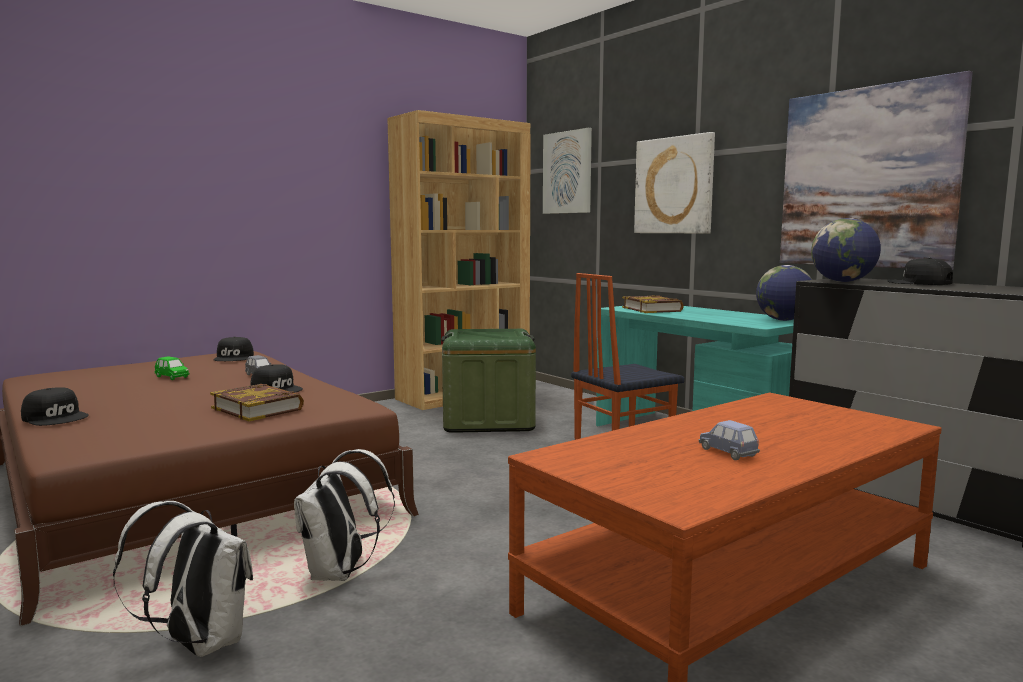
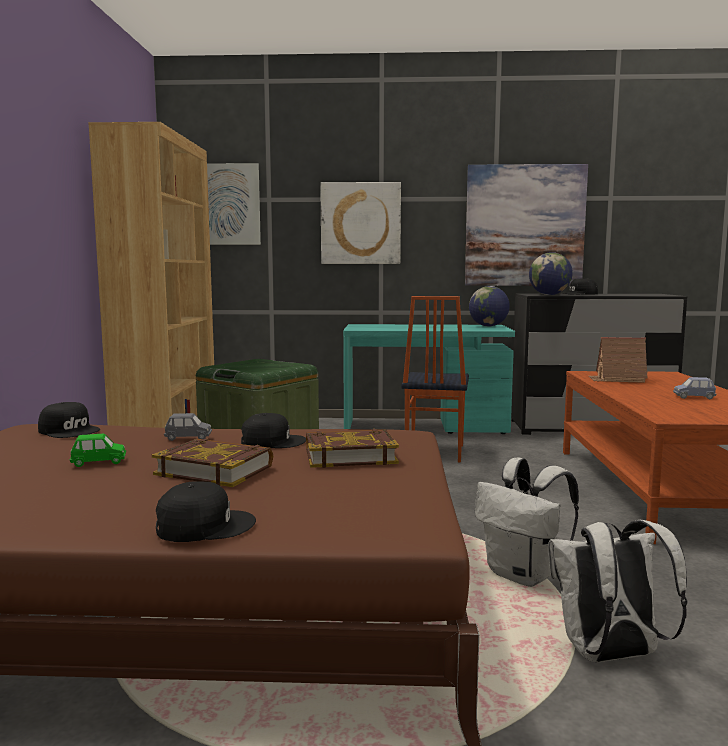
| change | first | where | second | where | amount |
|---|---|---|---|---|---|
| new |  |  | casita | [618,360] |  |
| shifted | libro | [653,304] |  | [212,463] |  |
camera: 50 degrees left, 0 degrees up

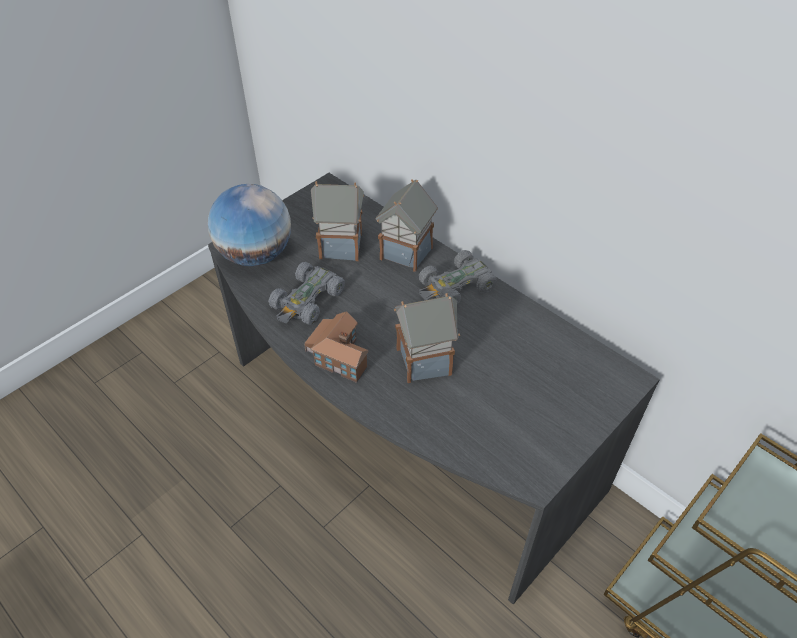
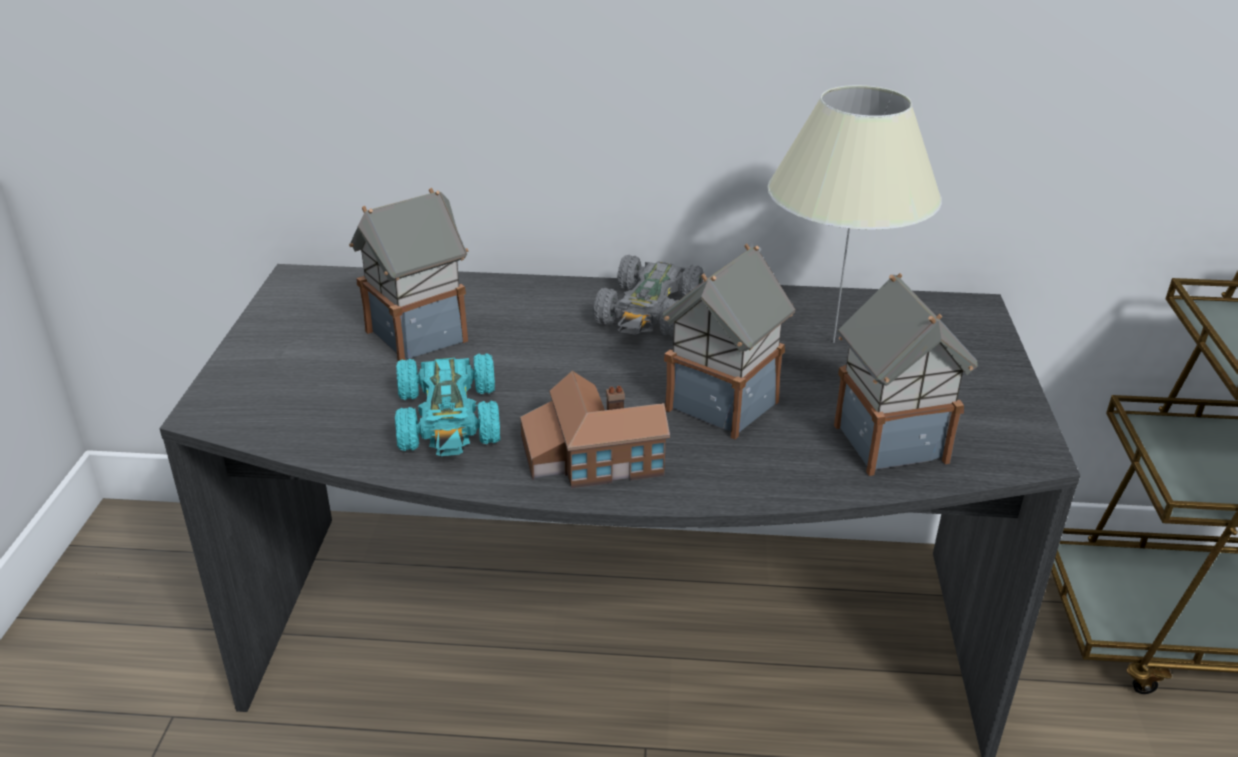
| change | first | where | second | where | amount |
|---|---|---|---|---|---|
| gone | globo terráqueo | [249,225] |  |  |  |
| new |  |  | lámpara de mesa/beis | [855,214] |  |
| shifted | casita | [407,225] |  | [905,374] |  |
| repainted | coche de juguete/gris | [306,293] | coche de juguete/turquesa | [447,404] |  |
camera: 40 degrees left, 15 degrees down

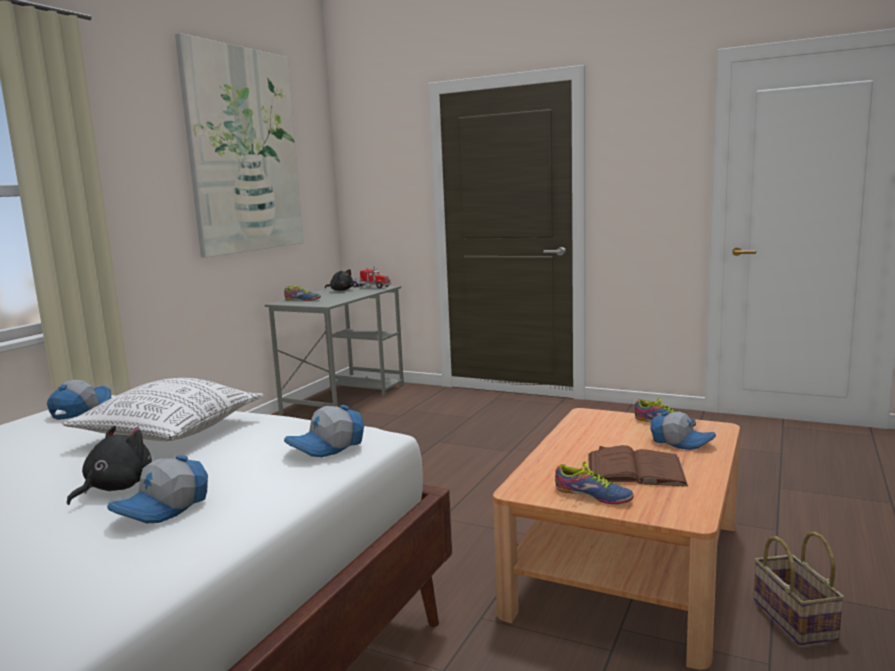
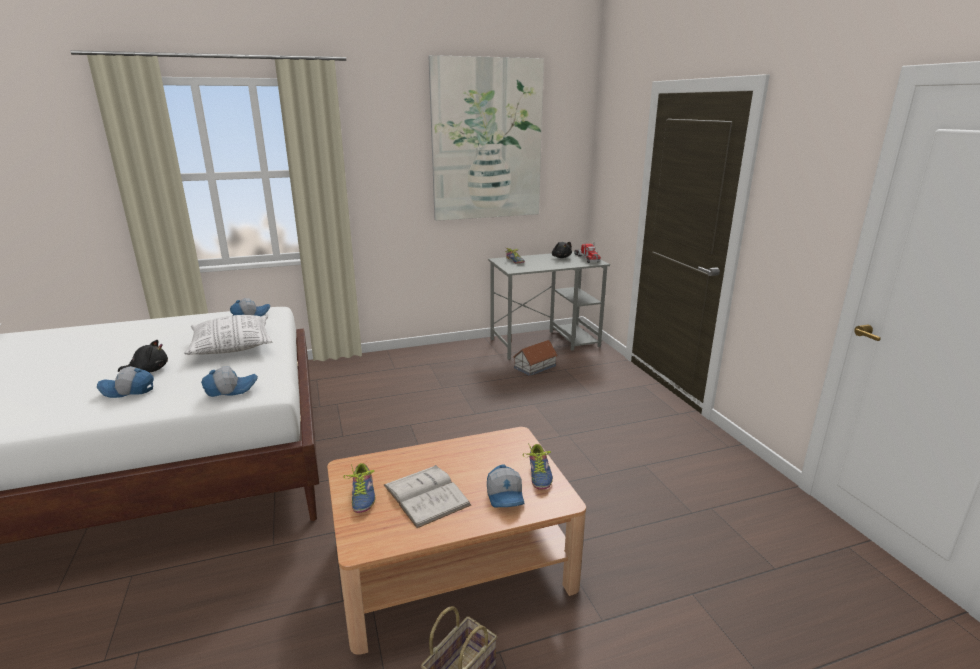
| change | first | where | second | where | amount |
|---|---|---|---|---|---|
| new |  |  | casita | [535,358] |  |
| repainted | libro/marrón | [638,465] | libro/blanco | [427,496] |  |
| rotated | gorra | [324,431] |  | [229,381] | 150 degrees clockwise |
camera: 45 degrees right, 10 degrees up

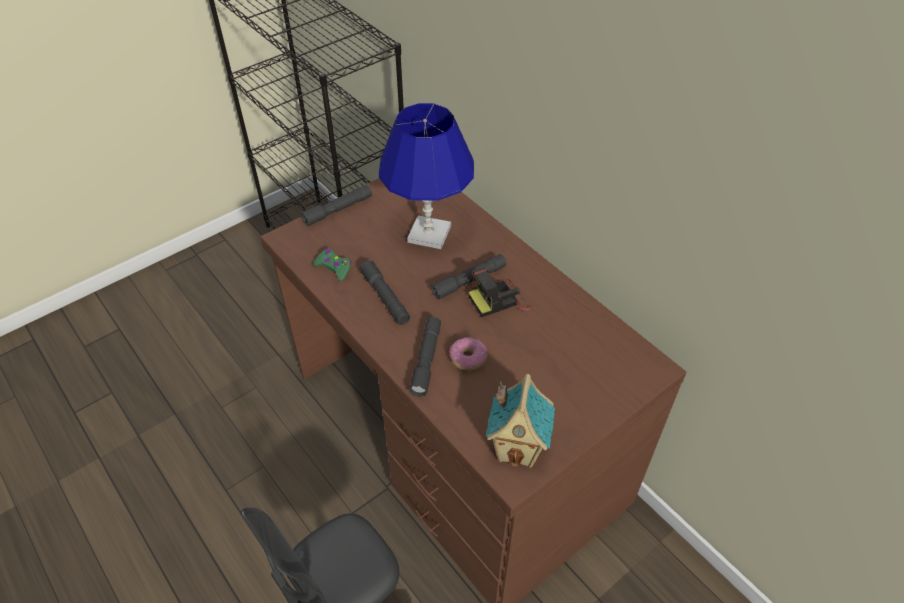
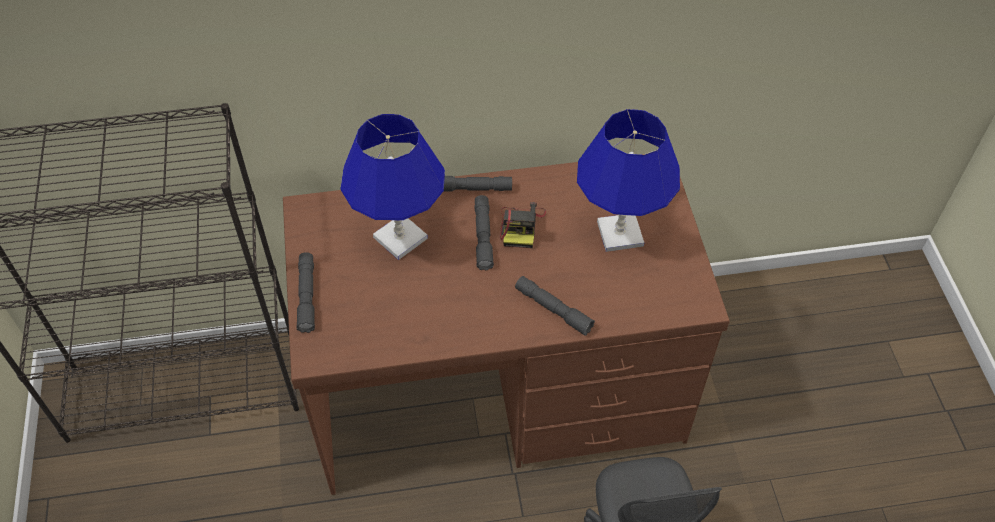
| change | first | where | second | where | amount |
|---|---|---|---|---|---|
| gone | mando de consola/verde | [332,264] |  |  |  |
| gone | rosquilla | [468,354] |  |  |  |
| gone | casita | [520,421] |  |  |  |
| new |  |  | lámpara de mesa/azul | [628,180] |  |
| shifted | linterna/gris | [385,292] |  | [477,184] |  |
camera: 60 degrees left, 5 degrees up

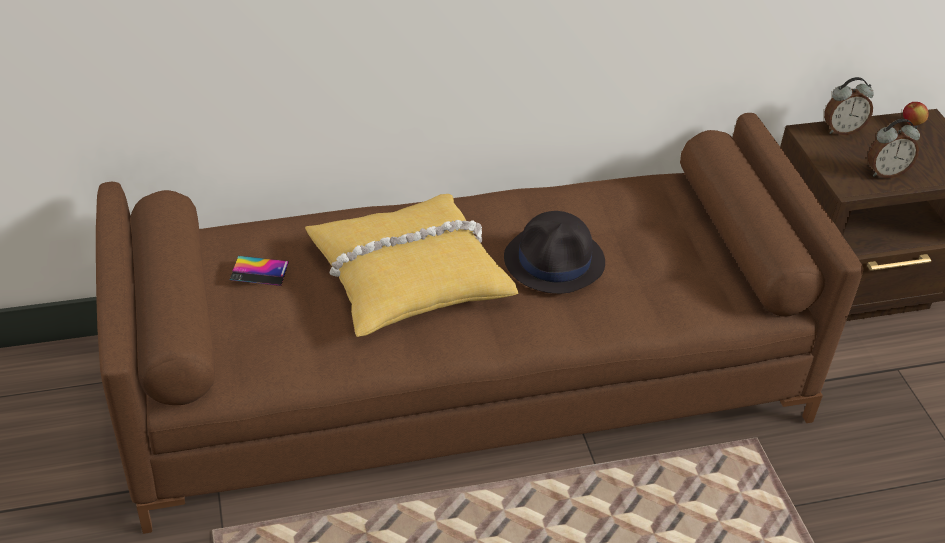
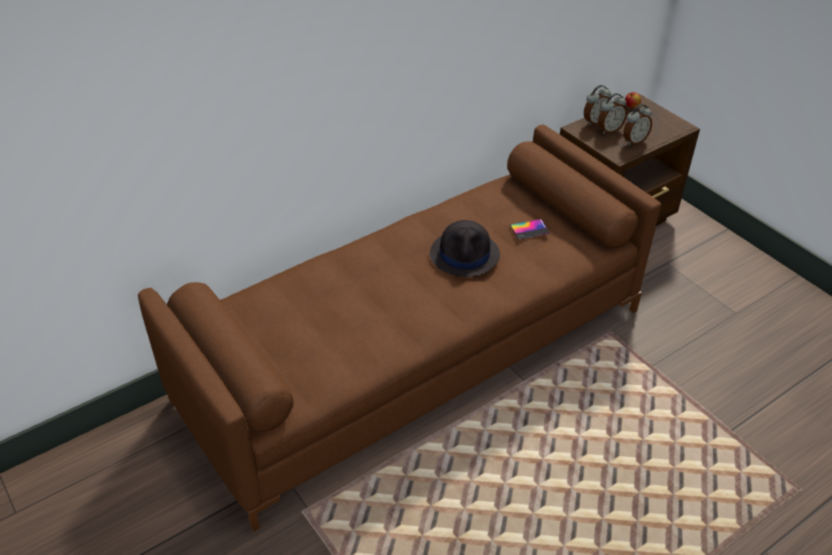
| change | first | where | second | where | amount |
|---|---|---|---|---|---|
| gone | cojín/amarillo | [412,265] |  |  |  |
| new |  |  | despertador | [612,113] |  |
| shifted | móvil | [259,271] |  | [530,229] |  |
camera: 20 degrees left, 0 degrees up

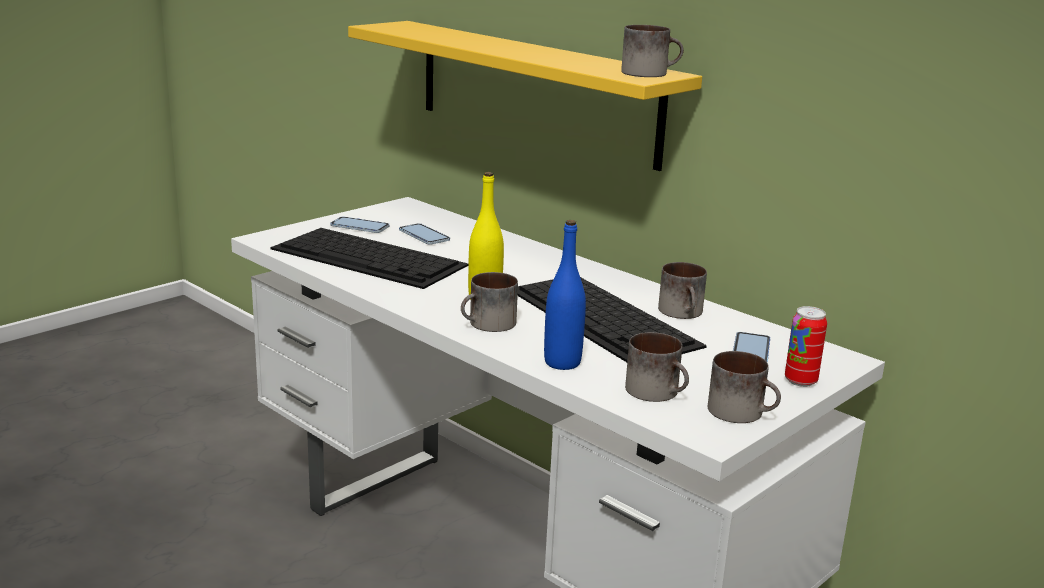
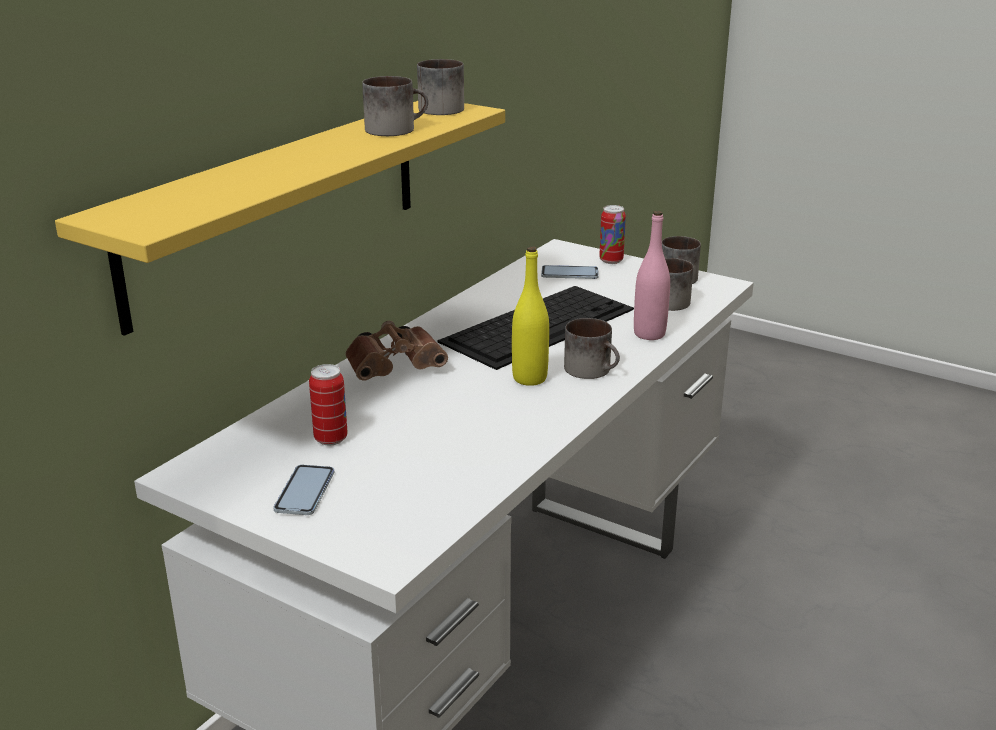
| change | first | where | second | where | amount |
|---|---|---|---|---|---|
| gone | teclado | [369,258] |  |  |  |
| new |  |  | prismáticos/marrón | [396,351] |  |
| shifted | taza grande | [682,290] |  | [395,106] |  |
| swapped | móvil | [424,234] | lata | [328,404] |  |
| repainted | botella/azul | [565,295] | botella/rosa | [652,275] |  |
camera: 100 degrees left, 5 degrees up

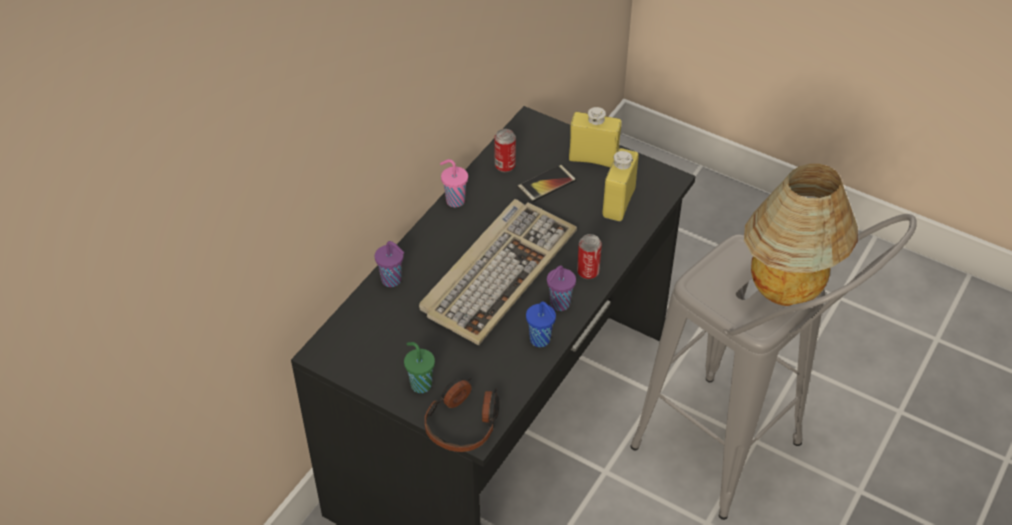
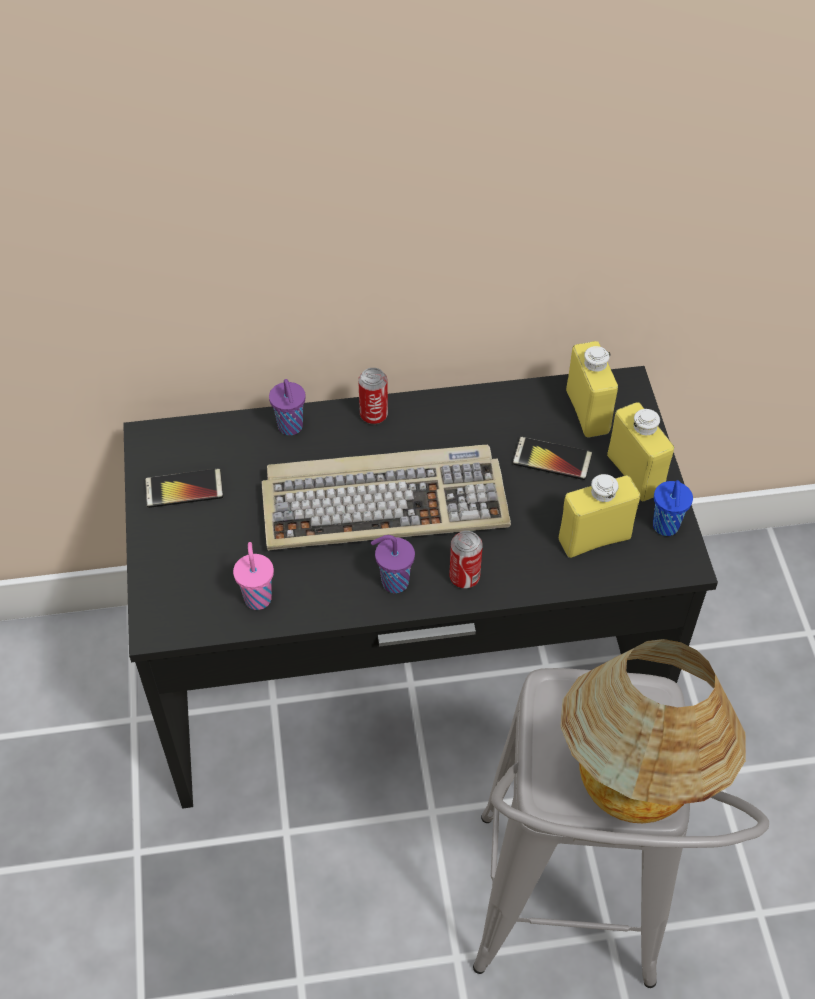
| change | first | where | second | where | amount |
|---|---|---|---|---|---|
| gone | taza/verde | [419,367] |  |  |  |
| gone | auriculares | [462,415] |  |  |  |
| new |  |  | móvil | [184,488] |  |
| new |  |  | botella/amarillo | [592,389] |  |
| shifted | taza/rosa | [454,183] |  | [253,576] |  |
| shifted | lata | [505,151] |  | [373,396] |  |
| shifted | taza/azul | [541,324] |  | [673,508] |  |
camera: 50 degrees right, 5 degrees up

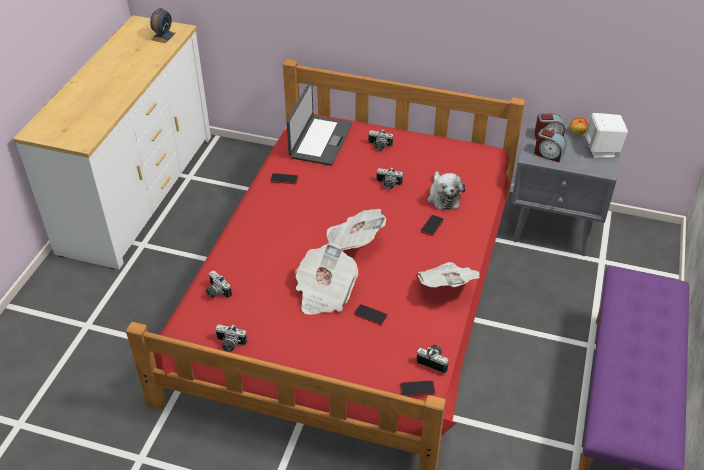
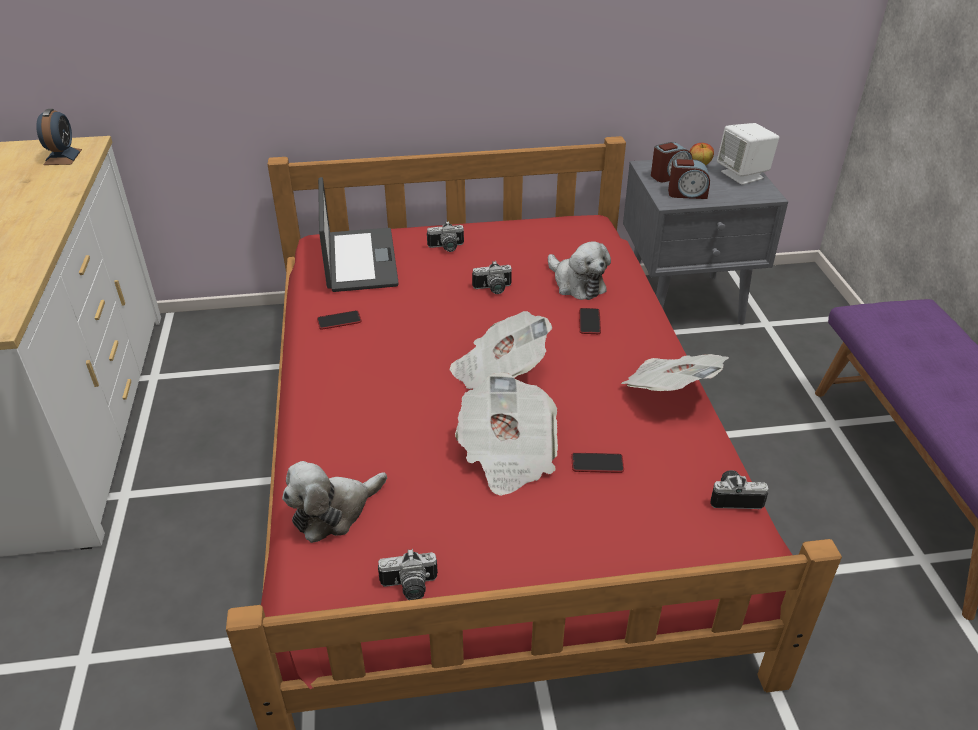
| change | first | where | second | where | amount |
|---|---|---|---|---|---|
| gone | móvil | [417,388] |  |  |  |
| swapped | cámara | [219,284] | peluche | [334,502] |  |
camera: 25 degrees left, 5 degrees down

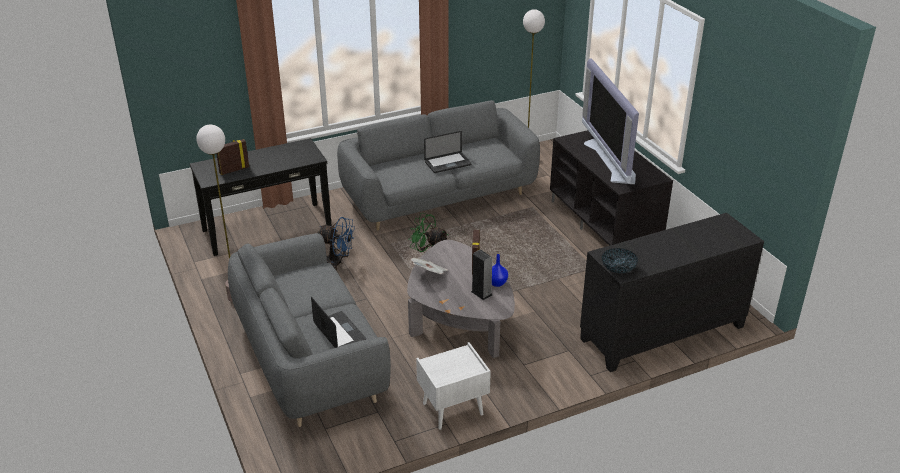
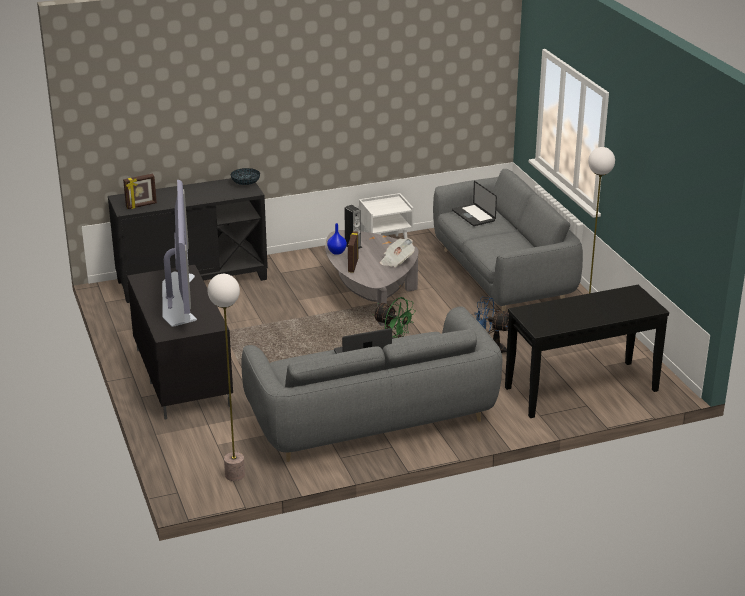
| change | first | where | second | where | amount |
|---|---|---|---|---|---|
| shifted | portarretratos | [233,157] |  | [140,191] |  |
camera: 175 degrees left, 5 degrees down

